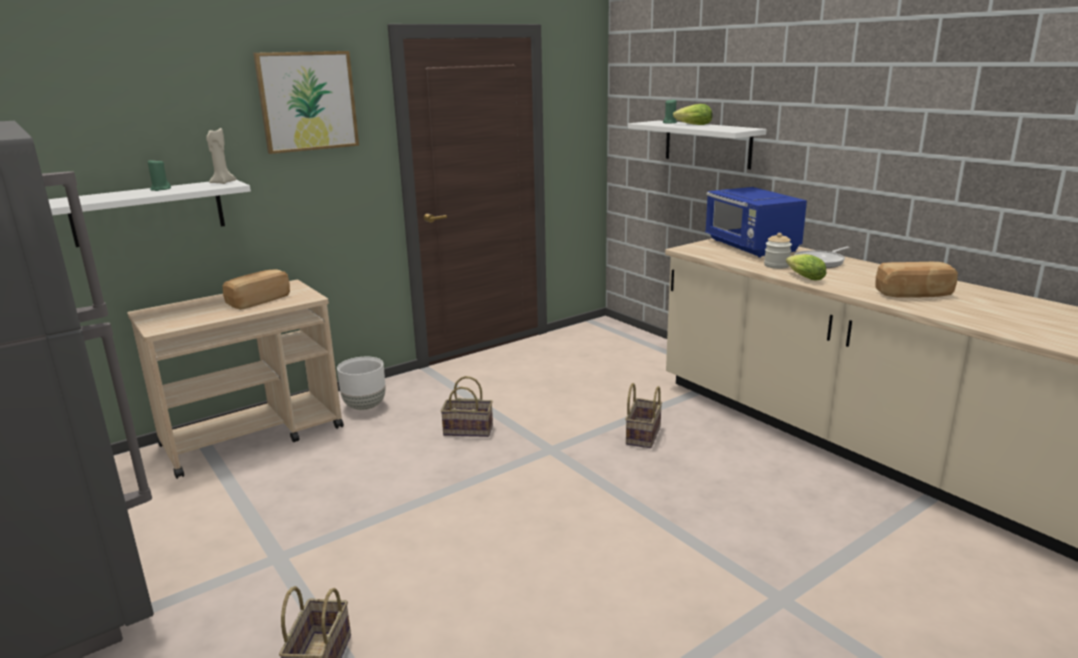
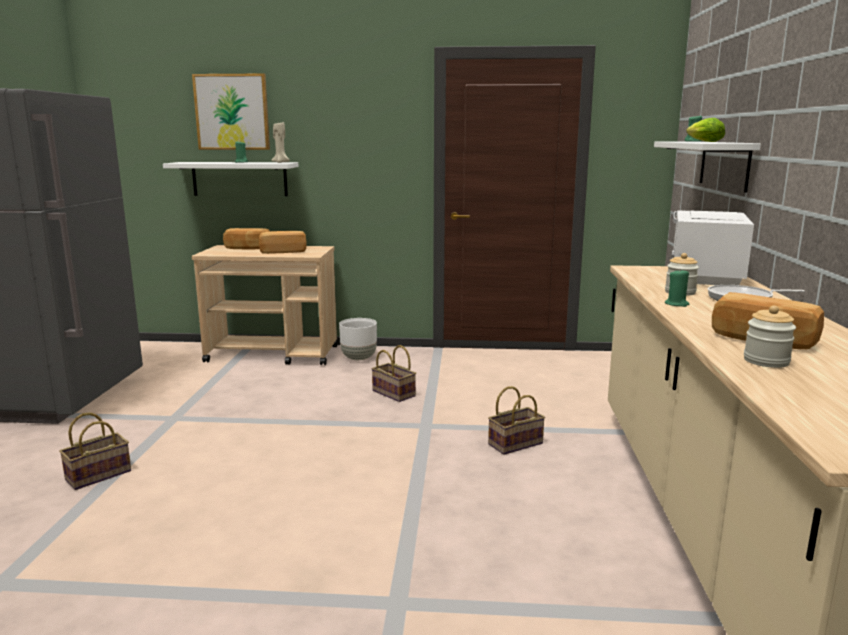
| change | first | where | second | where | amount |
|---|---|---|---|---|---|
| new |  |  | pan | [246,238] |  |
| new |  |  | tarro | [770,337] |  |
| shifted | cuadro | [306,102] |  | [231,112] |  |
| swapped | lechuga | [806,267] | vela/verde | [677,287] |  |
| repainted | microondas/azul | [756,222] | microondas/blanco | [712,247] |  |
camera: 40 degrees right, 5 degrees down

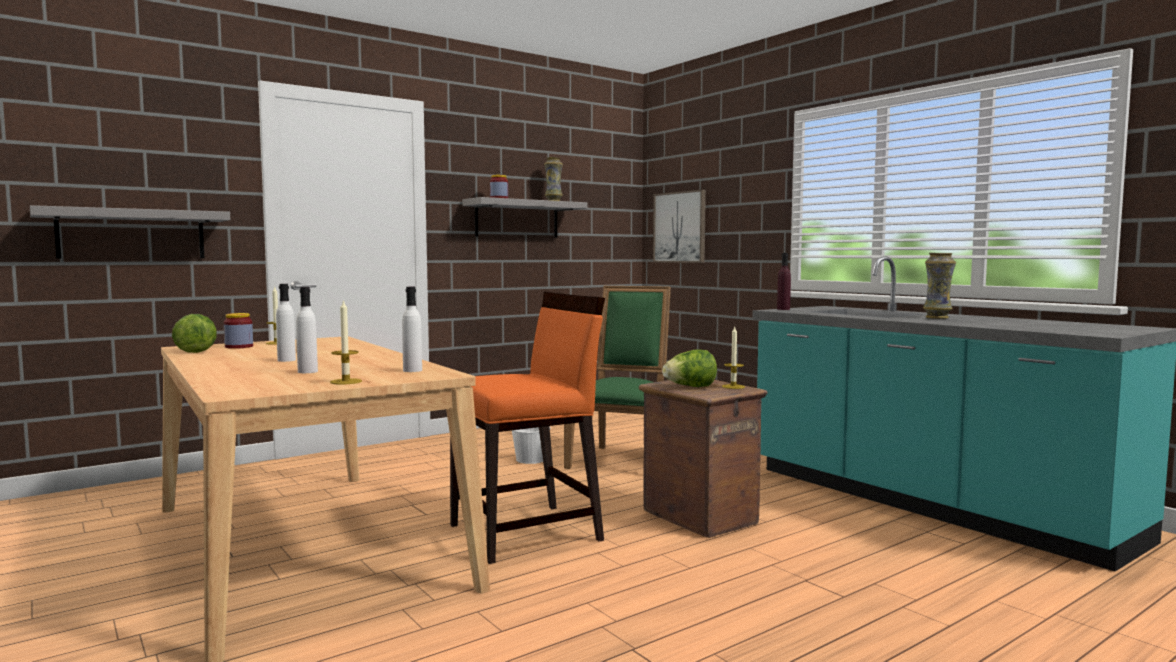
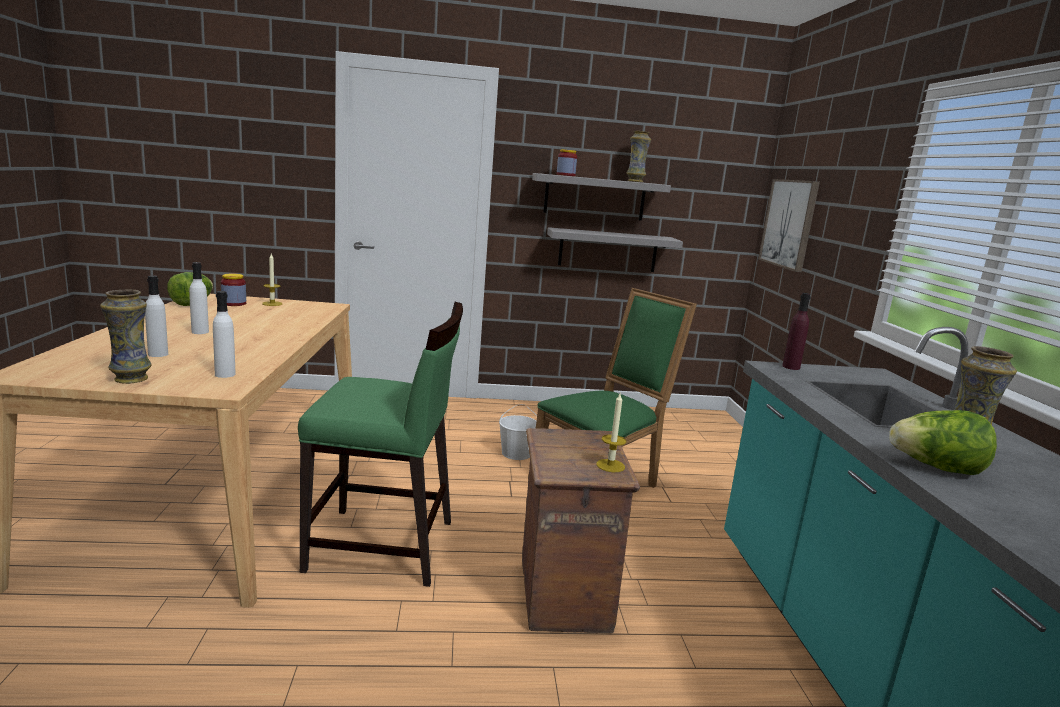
| change | first | where | second | where | amount |
|---|---|---|---|---|---|
| shifted | estante/gris | [130,232] |  | [615,249] |  |
| shifted | lechuga | [689,368] |  | [943,442] |  |
| swapped | vela | [346,342] | florero | [125,337] |  |
| repainted | silla/naranja | [527,428] | silla/verde | [380,444] |  |
camera: 30 degrees right, 10 degrees up

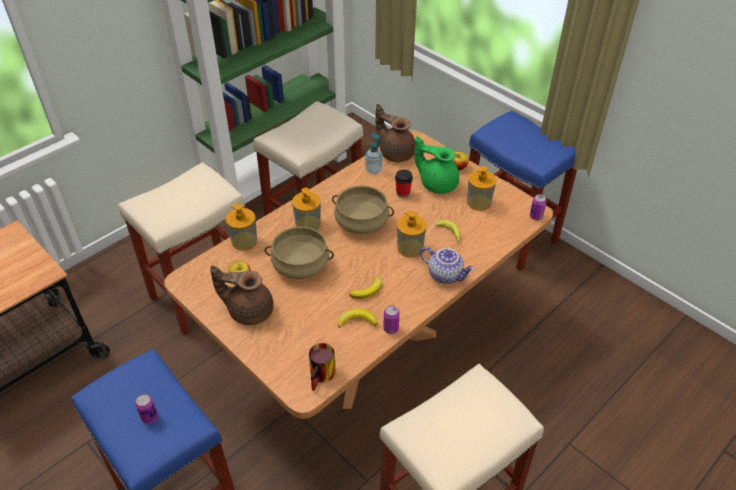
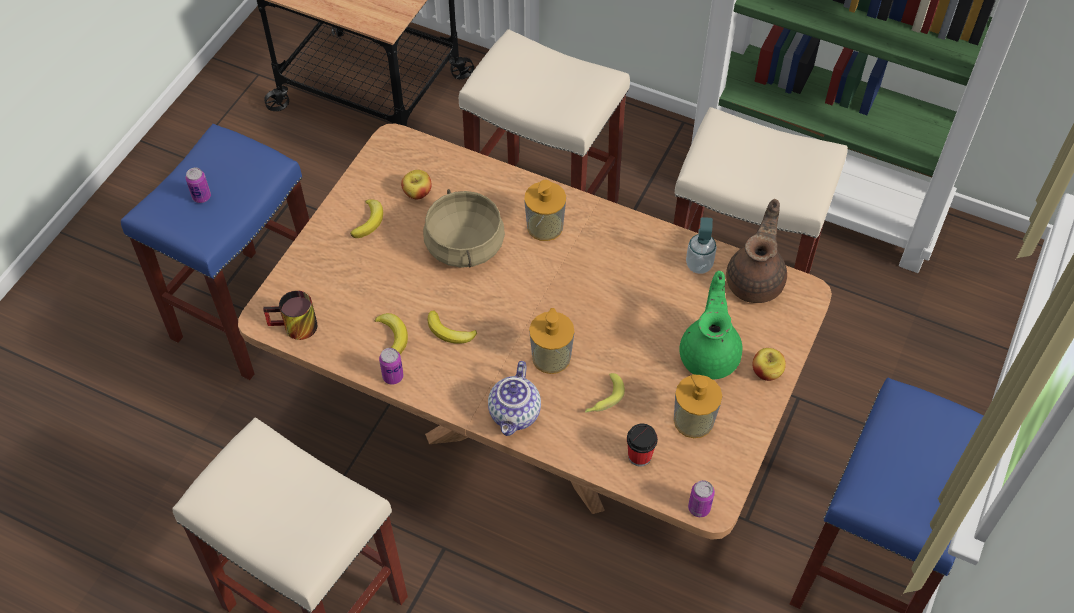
| change | first | where | second | where | amount |
|---|---|---|---|---|---|
| gone | dispensador de jabón | [241,227] |  |  |  |
| gone | olla/beis | [363,209] |  |  |  |
| shifted | taza | [404,184] |  | [642,445] |  |
| swapped | tetera/marrón | [242,295] | plátano | [366,218] |  |
camera: 70 degrees right, 10 degrees up

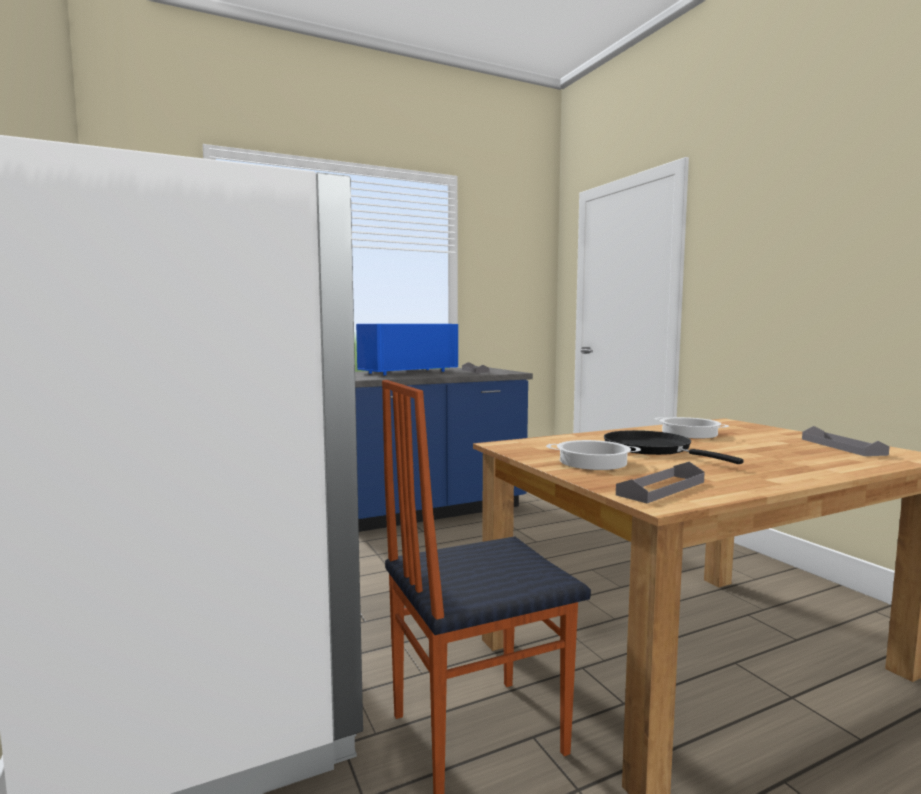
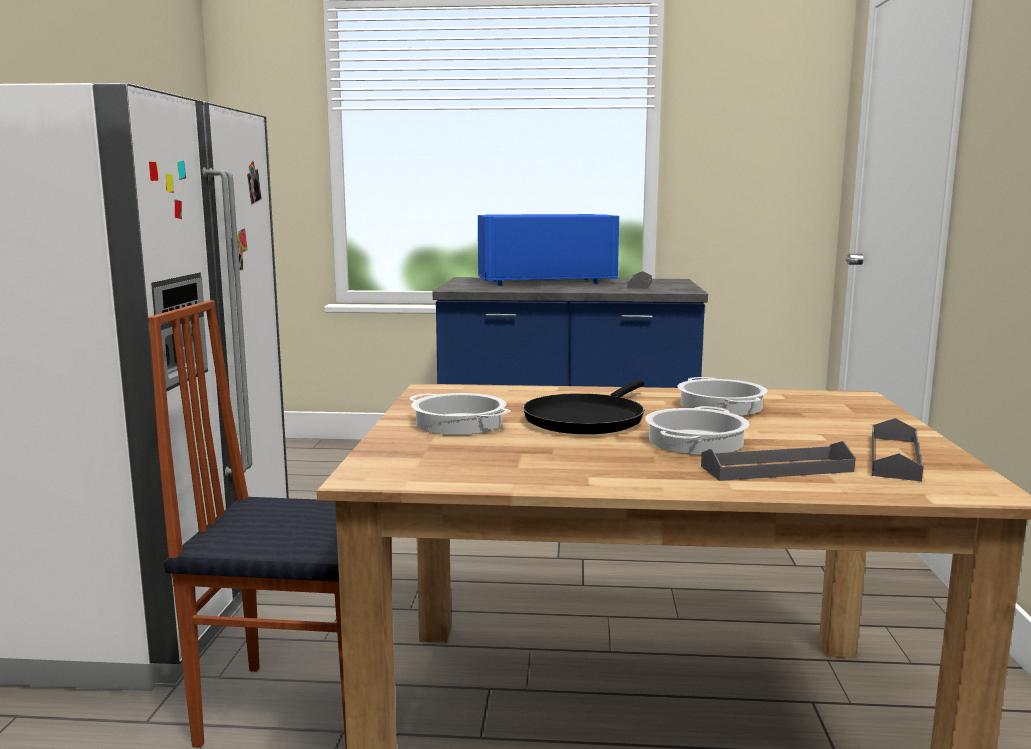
| change | first | where | second | where | amount |
|---|---|---|---|---|---|
| new |  |  | olla | [697,430] |  |
| shifted | bandeja/gris | [660,482] |  | [778,461] |  |
| rotated | sartén/negro | [674,447] |  | [583,407] | 150 degrees counterclockwise |
camera: 30 degrees right, 5 degrees up

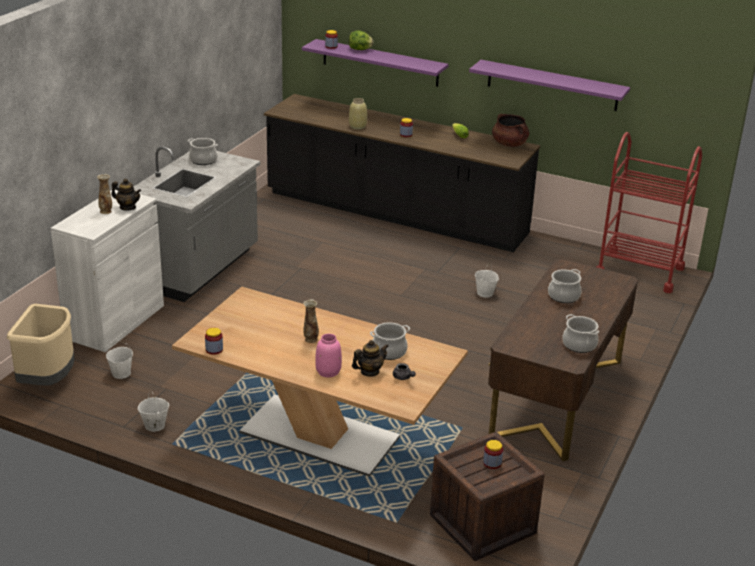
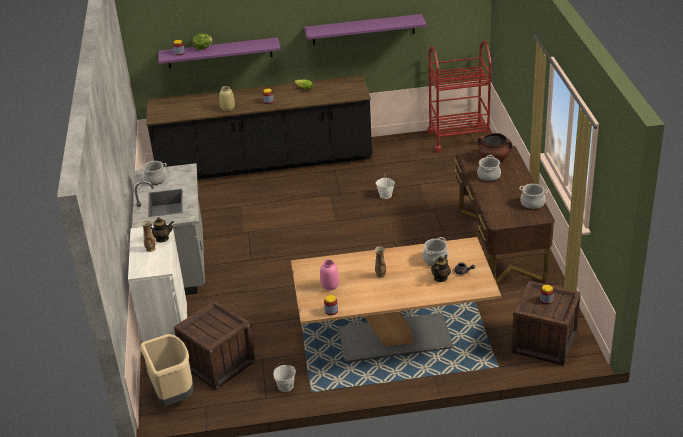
| change | first | where | second | where | amount |
|---|---|---|---|---|---|
| shifted | florero/rosa | [328,356] |  | [329,275] |  |
| shifted | olla/marrón | [510,130] |  | [495,147] |  |
| swapped | cubo/blanco | [119,360] | caja de embalaje | [214,345] |  |
camera: 30 degrees left, 5 degrees up

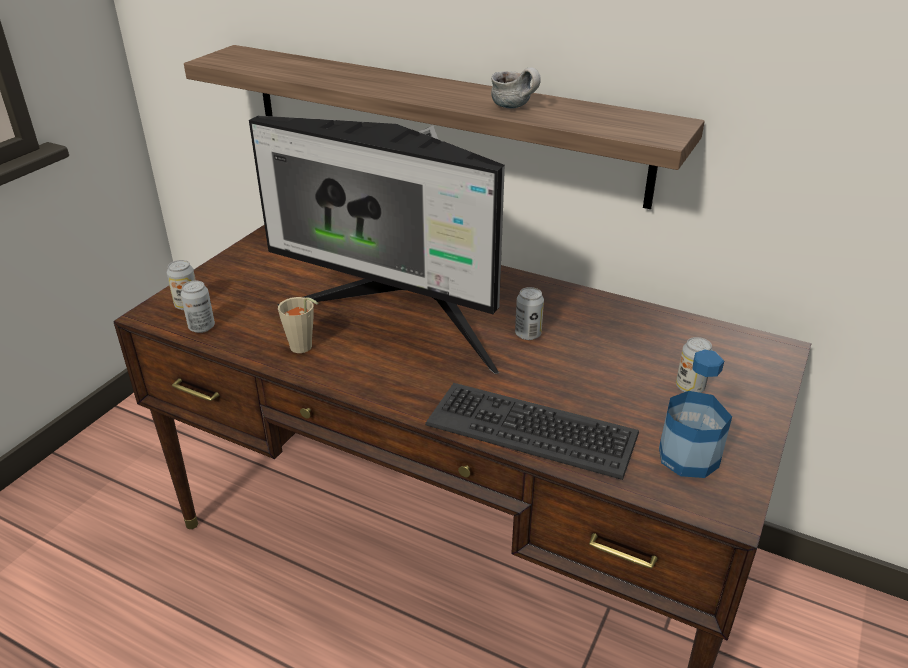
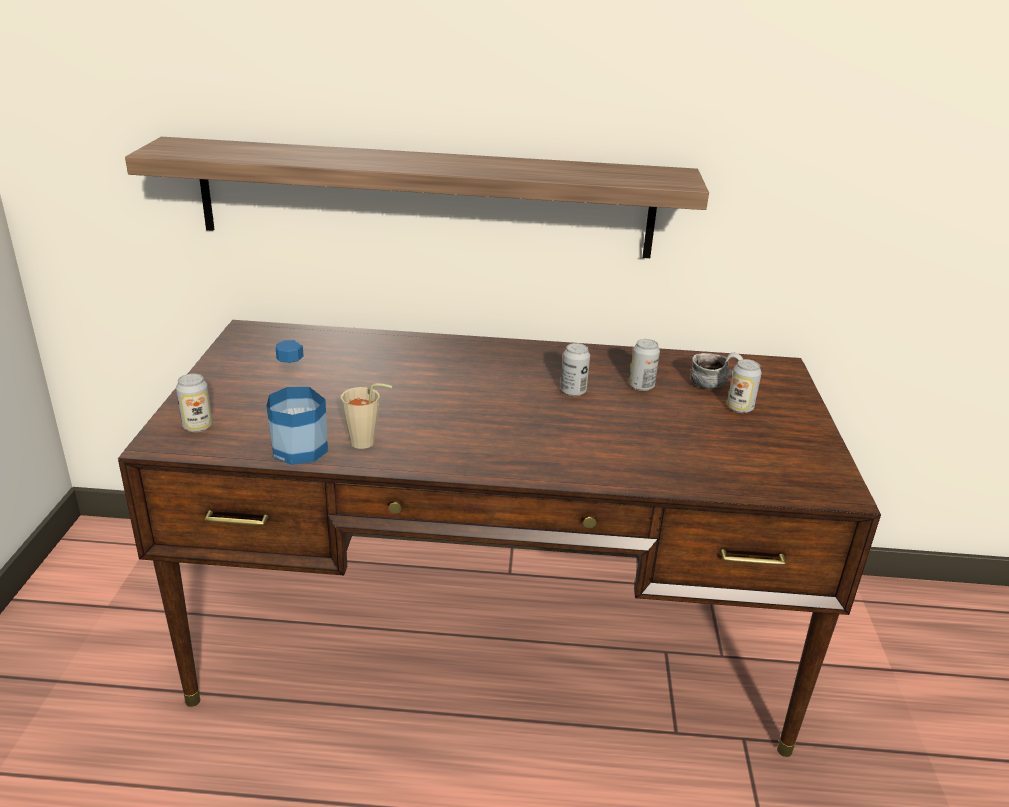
| change | first | where | second | where | amount |
|---|---|---|---|---|---|
| gone | monitor | [377,245] |  |  |  |
| gone | teclado | [532,431] |  |  |  |
| shifted | lata | [198,307] |  | [644,365] |  |
| shifted | taza grande | [516,88] |  | [717,371] |  |
| shifted | botella | [695,414] |  | [297,402] |  |
camera: 25 degrees left, 5 degrees down

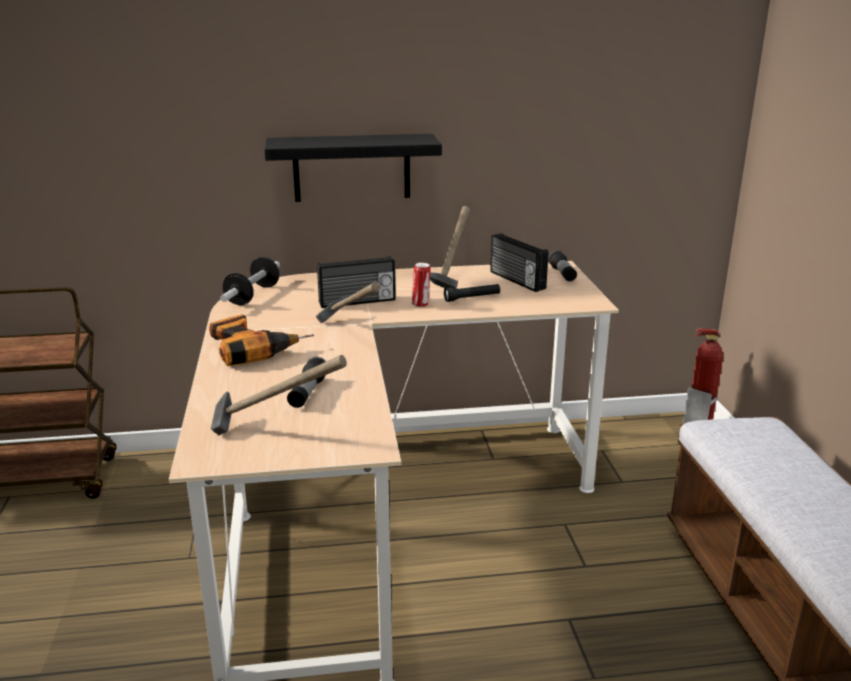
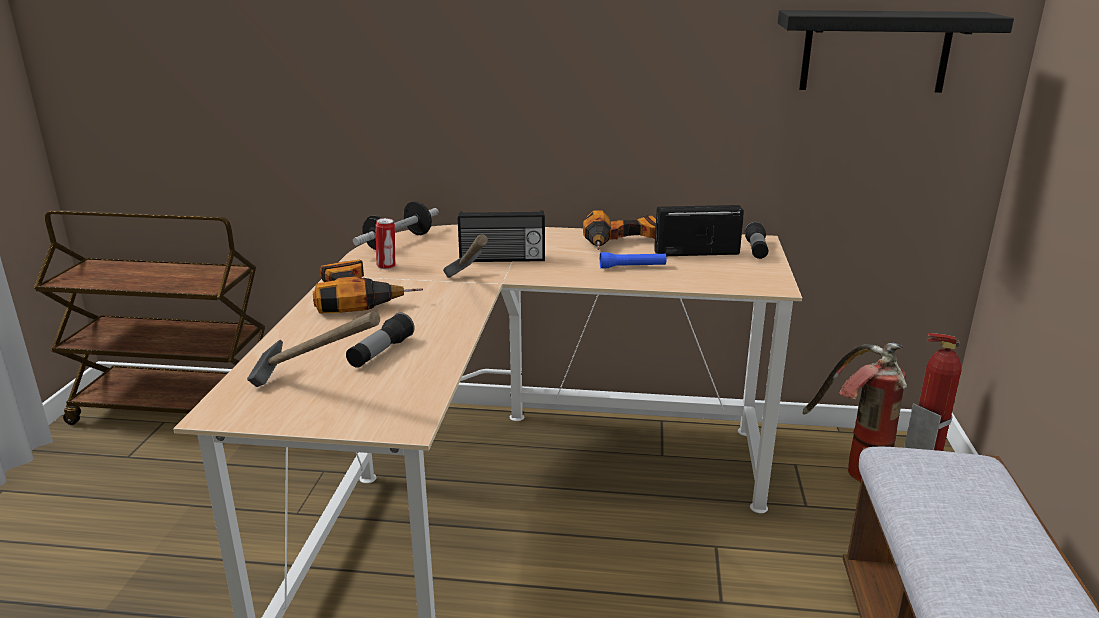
| change | first | where | second | where | amount |
|---|---|---|---|---|---|
| new |  |  | extintor | [854,412] |  |
| shifted | estante/negro | [353,168] |  | [896,51] |  |
| shifted | lata | [421,284] |  | [385,243] |  |
| swapped | martillo | [450,247] | taladro | [619,230] |  |
| repainted | linterna/negro | [472,293] | linterna/azul | [633,260] |  |
| rotated | radio | [519,262] |  | [699,230] | 105 degrees clockwise |
camera: 15 degrees right, 0 degrees up

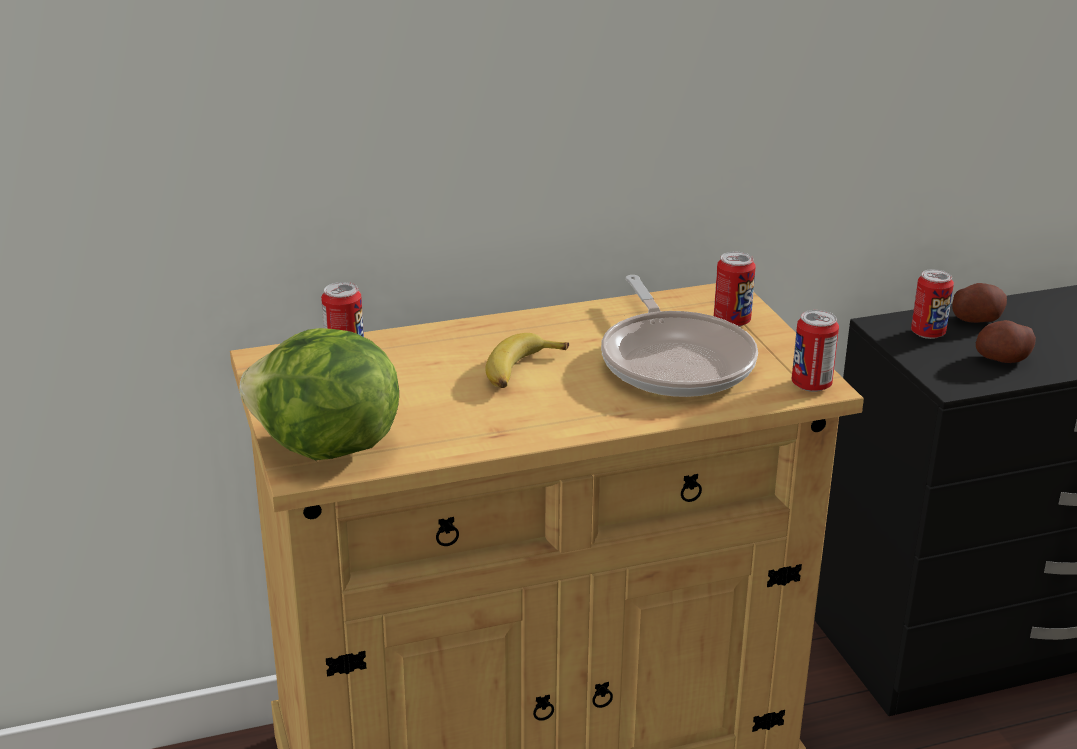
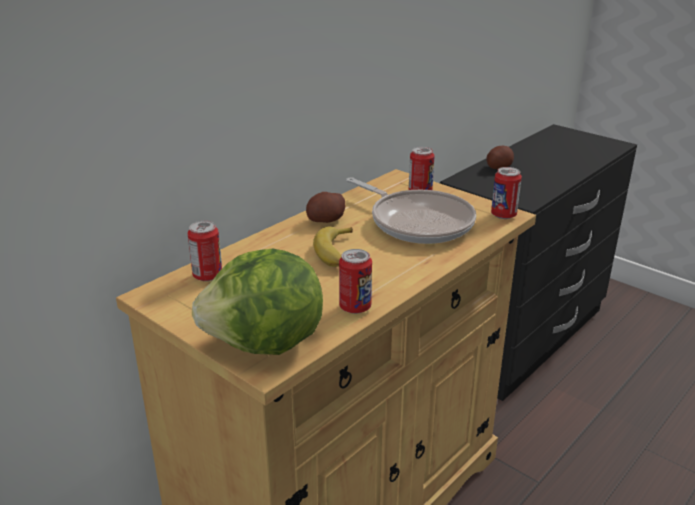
| change | first | where | second | where | amount |
|---|---|---|---|---|---|
| shifted | lata | [932,304] |  | [355,281] |  |
| shifted | patata | [1006,341] |  | [325,207] |  |
camera: 30 degrees left, 0 degrees up

